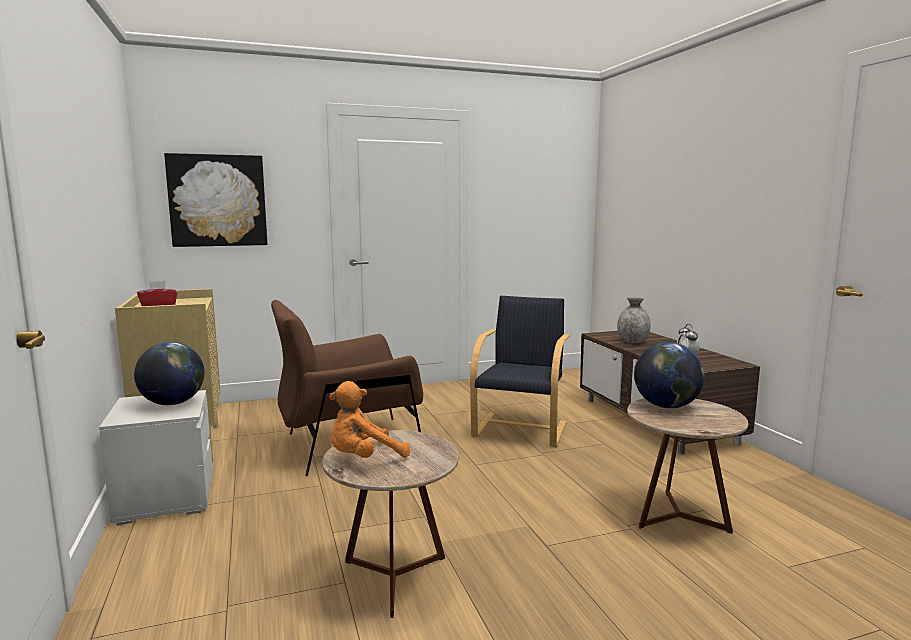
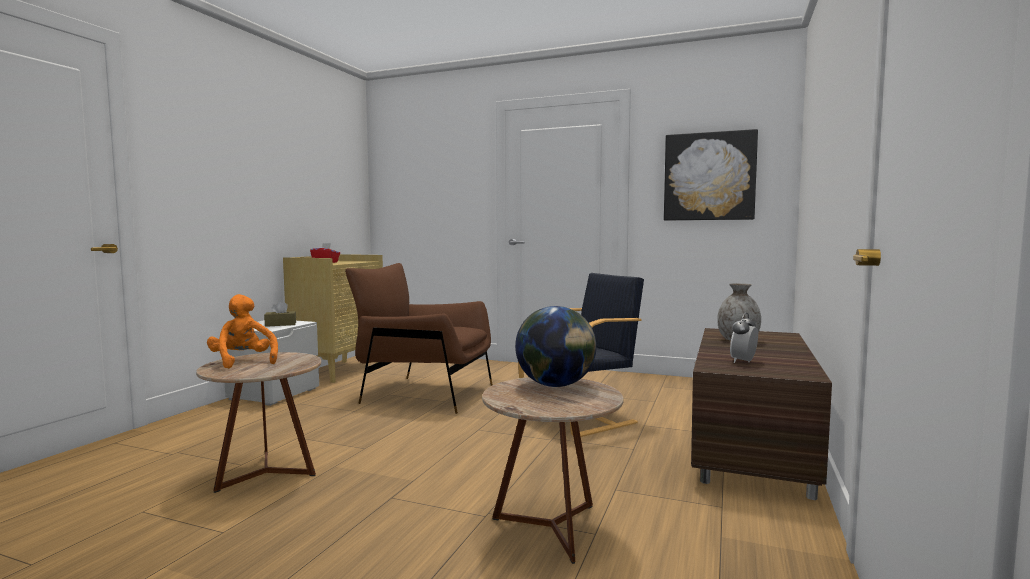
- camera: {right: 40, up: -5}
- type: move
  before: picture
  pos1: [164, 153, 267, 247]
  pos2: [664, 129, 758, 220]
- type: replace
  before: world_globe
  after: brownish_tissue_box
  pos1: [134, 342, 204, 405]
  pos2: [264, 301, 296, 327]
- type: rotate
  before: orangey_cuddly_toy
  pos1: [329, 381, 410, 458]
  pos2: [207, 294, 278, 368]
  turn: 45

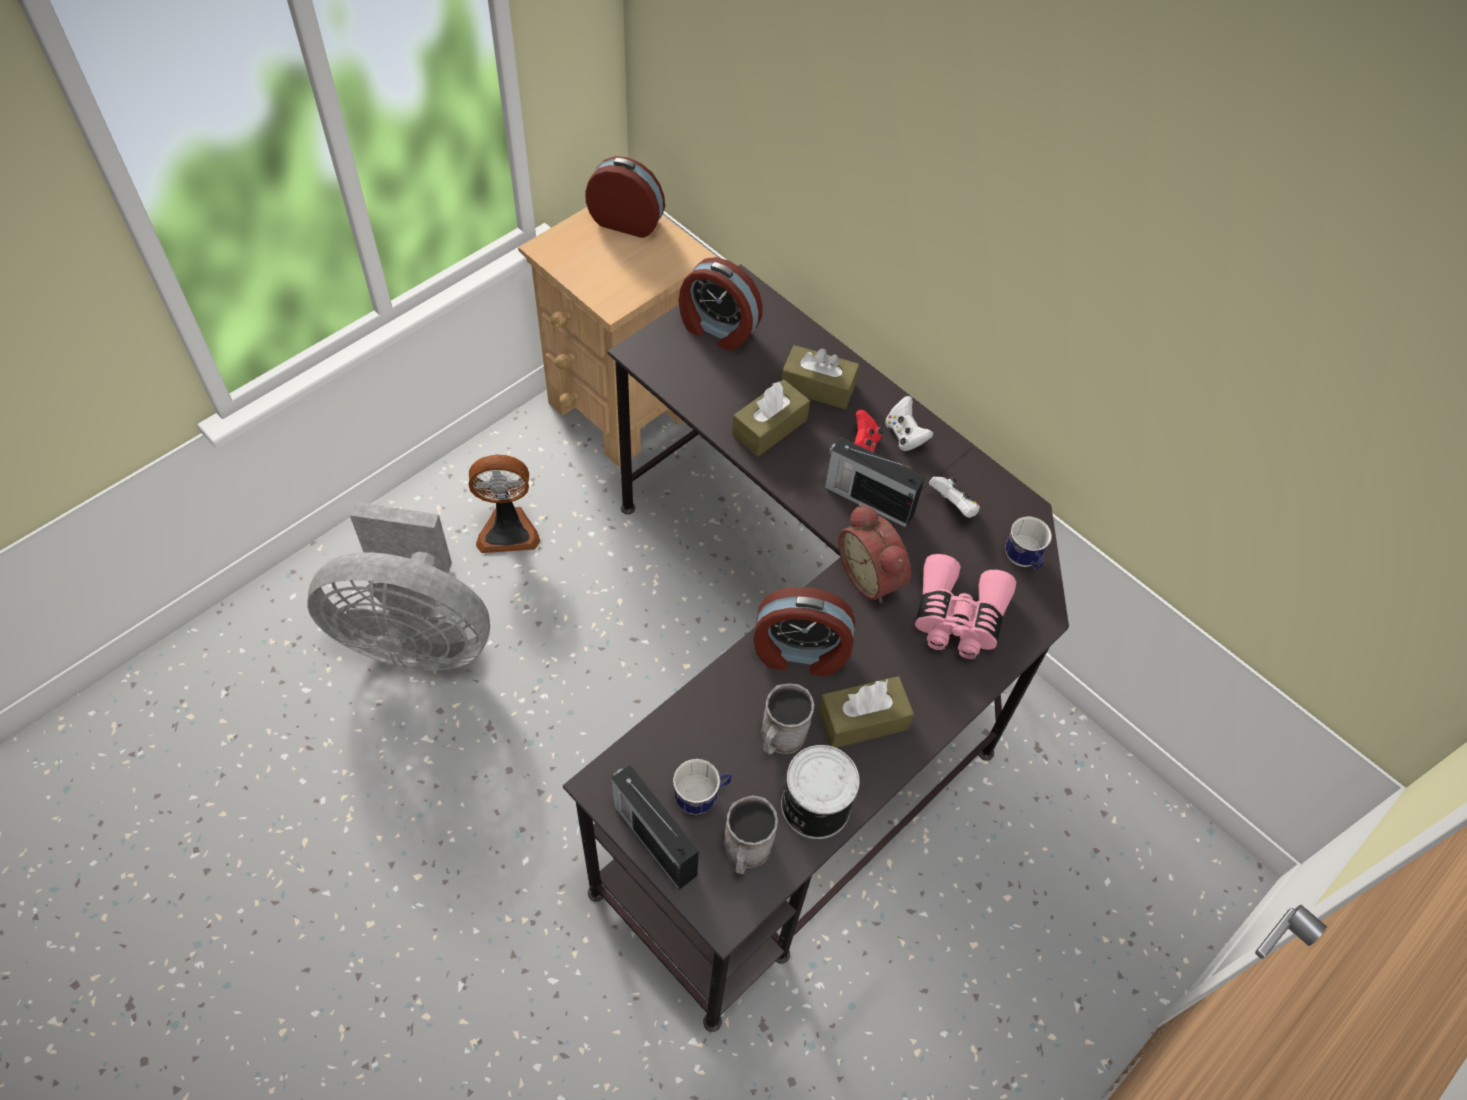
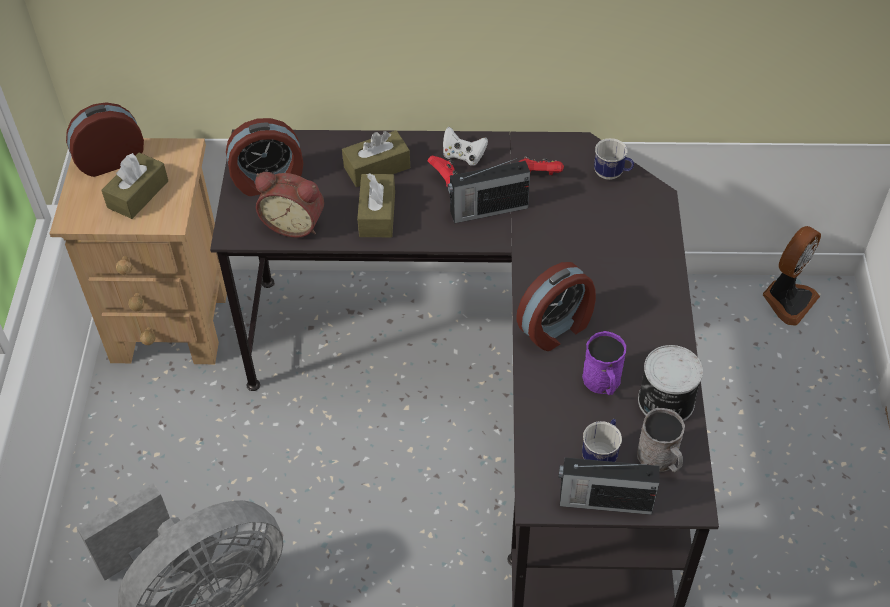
- camera: {right: -40, up: -5}
- type: delete
  before: pink_pair_of_binoculars
  pos1: [915, 554, 1016, 659]
- type: move
  before: cooling_fan
  pos1: [469, 454, 540, 553]
  pos2: [763, 226, 821, 326]
- type: move
  before: brownish_tissue_box
  pos1: [818, 676, 914, 748]
  pos2: [102, 153, 168, 219]
- type: move
  before: table_clock
  pos1: [838, 504, 911, 603]
  pos2: [255, 172, 324, 238]
- type: recolor
  before: grey_coffee_mug
  after: purple_coffee_mug
  pos1: [761, 683, 814, 754]
  pos2: [582, 331, 626, 395]
- type: recolor
  before: white-coloured_game_controller
  after: red-coloured_game_controller
  pos1: [929, 477, 980, 518]
  pos2: [519, 156, 564, 175]

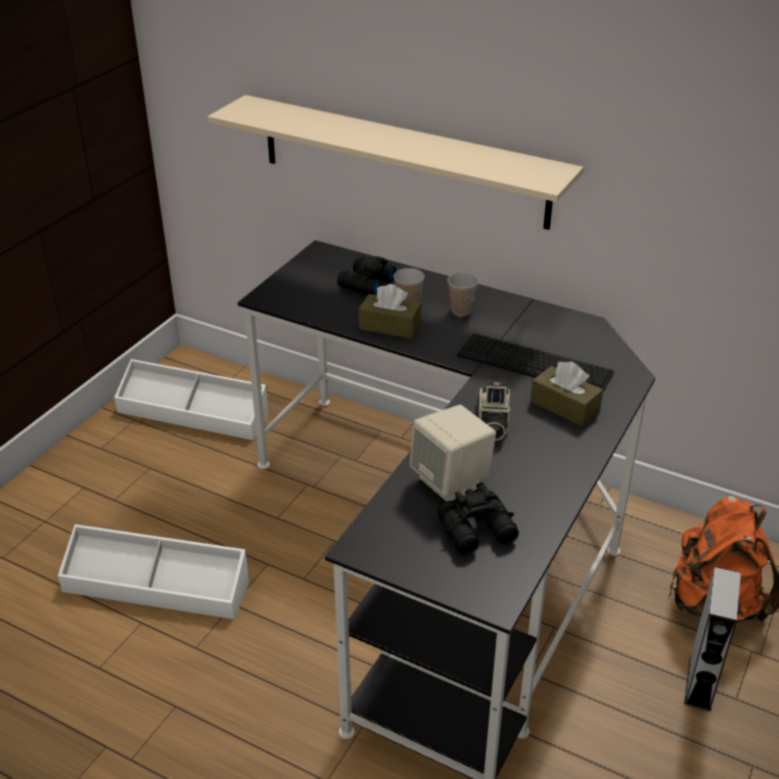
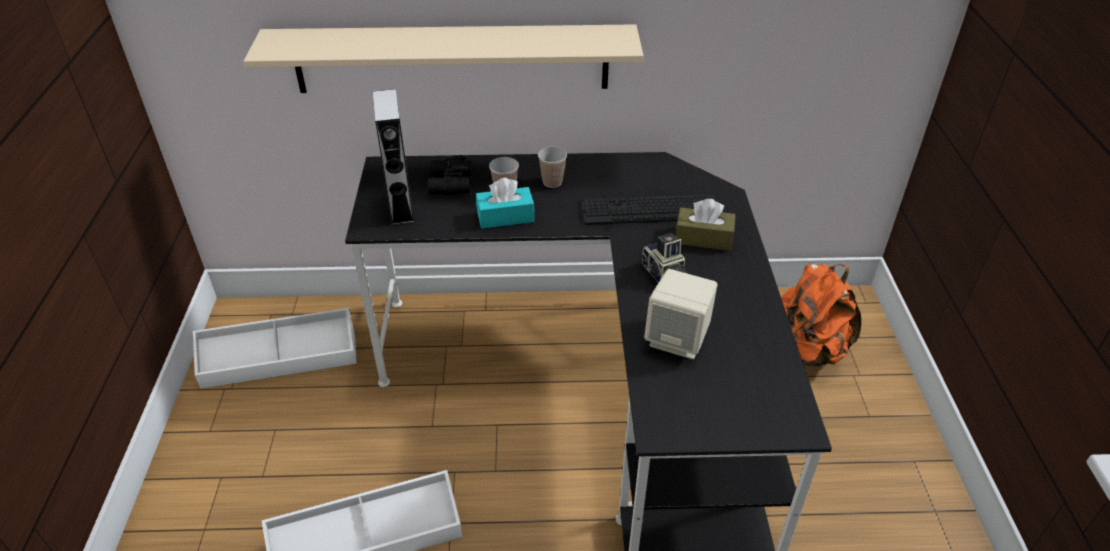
- camera: {right: -30, up: 5}
- type: delete
  before: blackish_pair_of_binoculars
  pos1: [437, 482, 519, 555]
- type: move
  before: grey_loudspeaker
  pos1: [684, 567, 741, 712]
  pos2: [373, 89, 415, 225]
- type: recolor
  before: brownish_tissue_box
  after: turquoise-coloured_tissue_box
  pos1: [359, 284, 421, 339]
  pos2: [476, 177, 534, 229]

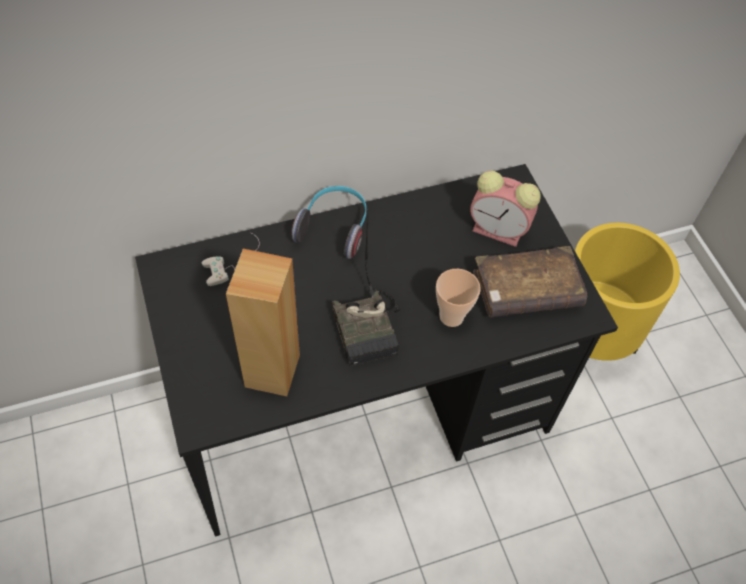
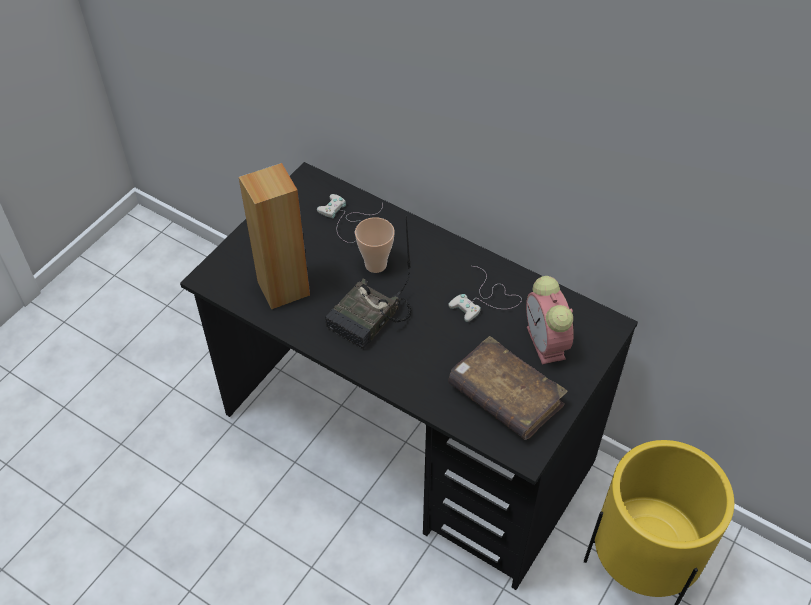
- camera: {right: 55, up: -5}
- type: delete
  before: headphones
  pos1: [291, 186, 366, 259]
- type: insert
  after: white-coloured_game_controller
  pos2: [448, 266, 522, 322]
- type: move
  before: cup
  pos1: [436, 269, 481, 327]
  pos2: [355, 217, 395, 273]

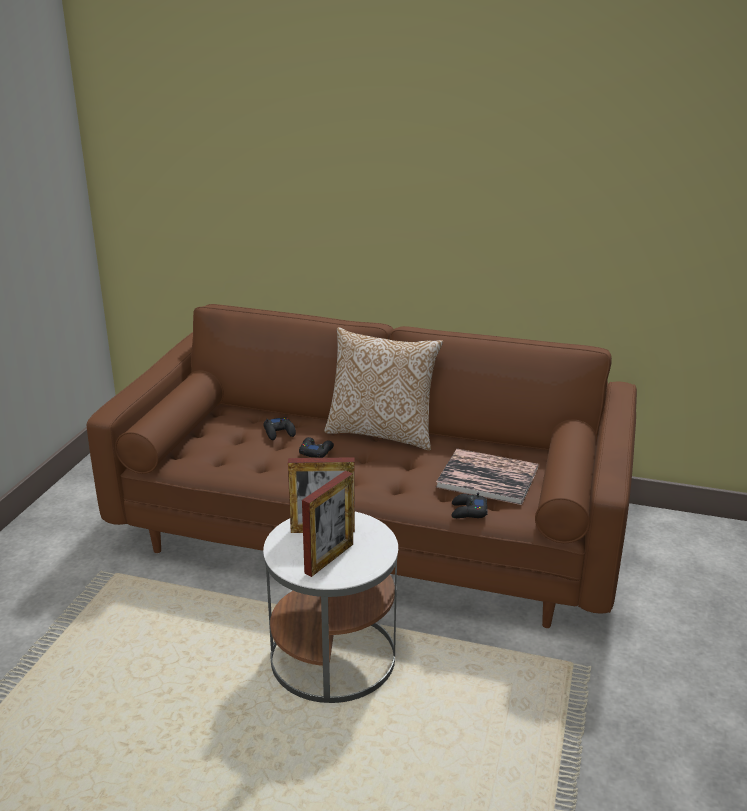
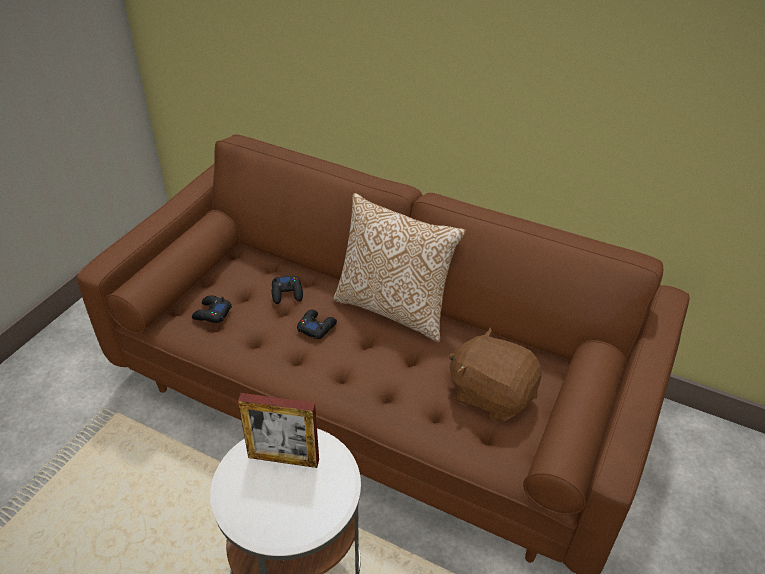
- camera: {right: 10, up: 15}
- type: delete
  before: photo_frame
  pos1: [302, 471, 353, 577]
- type: move
  before: blackish_game_controller
  pos1: [452, 492, 487, 518]
  pos2: [192, 295, 232, 323]
- type: replace
  before: bound_book
  after: brownish_cuddly_toy
  pos1: [436, 448, 538, 505]
  pos2: [449, 327, 542, 422]

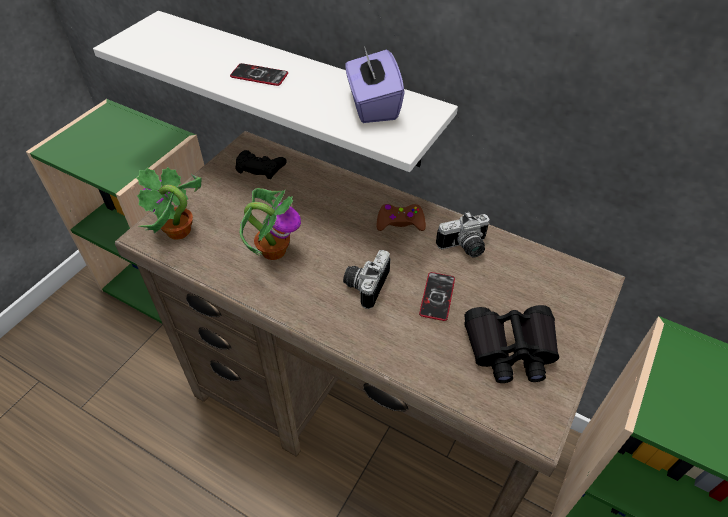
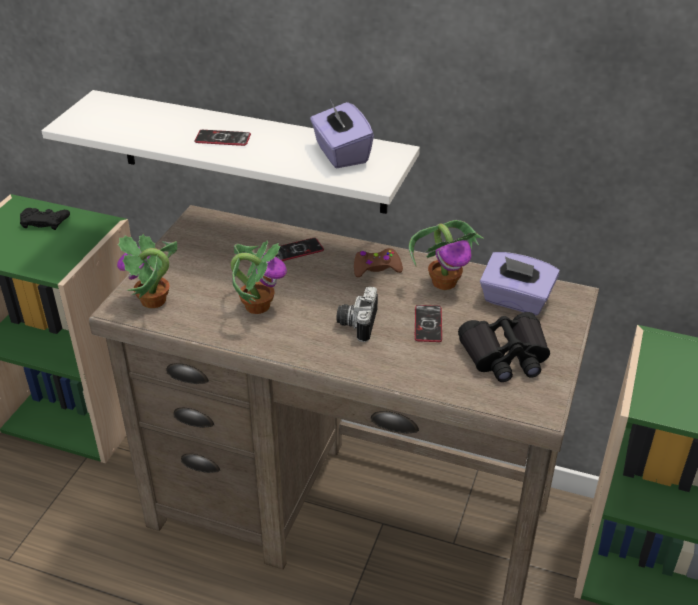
- camera: {right: -10, up: -10}
- type: insert
  after: telephone
  pos2: [276, 238, 324, 261]
- type: insert
  after: purple_tissue_box
  pos2: [480, 252, 560, 316]
- type: move
  before: blackish_game_controller
  pos1: [235, 150, 287, 179]
  pos2: [20, 208, 70, 230]
- type: replace
  before: still_camera
  after: potted_plant
  pos1: [436, 212, 490, 257]
  pos2: [409, 220, 484, 290]

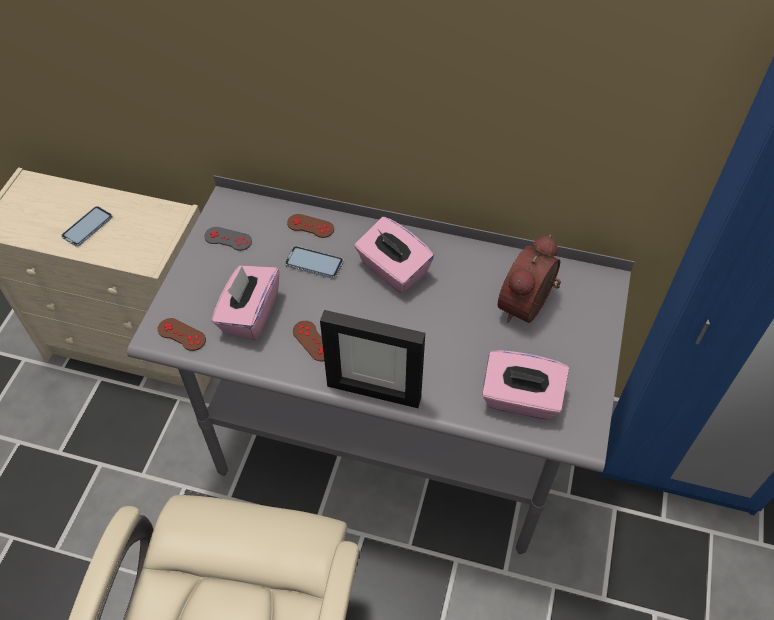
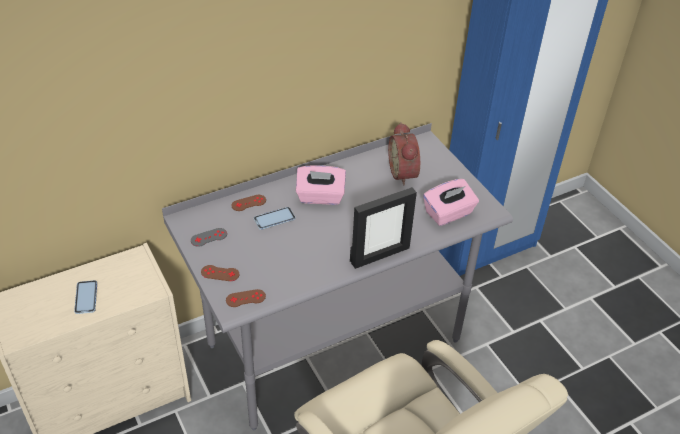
- camera: {right: -45, up: -10}
- type: delete
  before: pink_tissue_box
  pos1: [212, 266, 279, 341]
- type: move
  before: brownish_game_controller
  pos1: [293, 321, 324, 361]
  pos2: [201, 265, 240, 281]

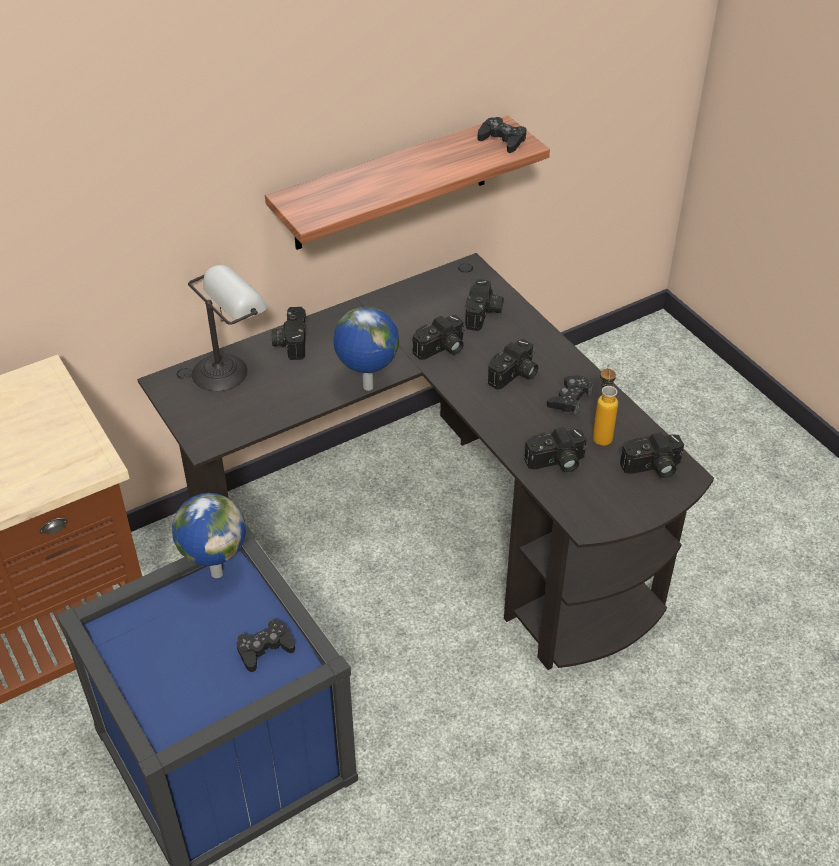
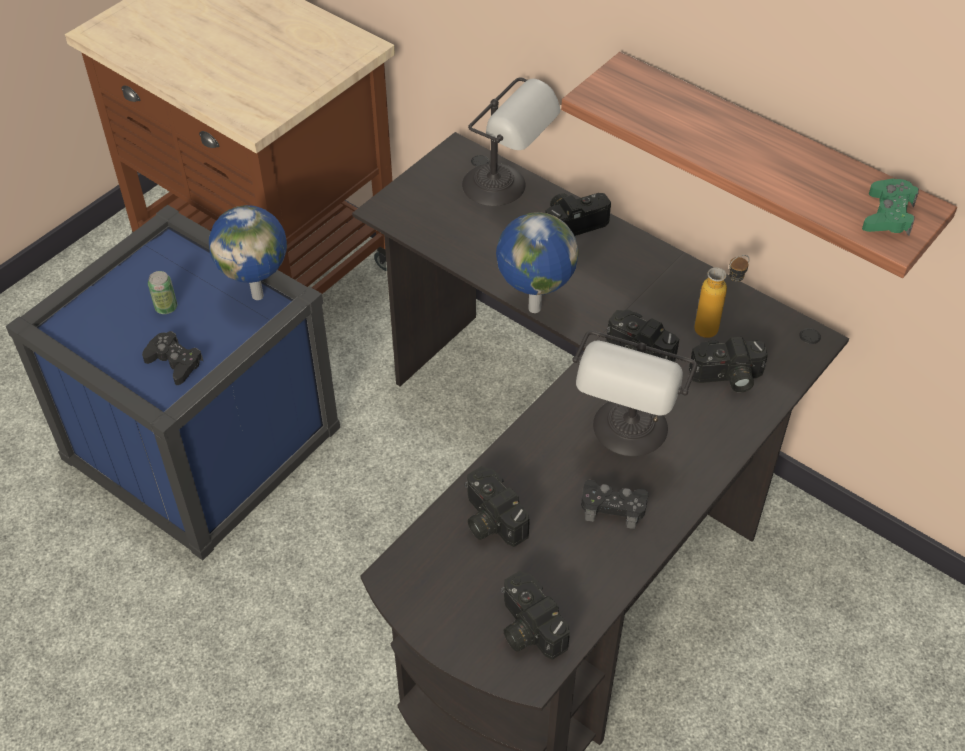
- camera: {right: 70, up: 5}
- type: insert
  after: sealed_can
  pos2: [148, 271, 177, 314]
- type: move
  before: drink_bottle
  pos1: [593, 364, 618, 446]
  pos2: [694, 255, 749, 338]
- type: replace
  before: still_camera
  after: table_lamp
  pos1: [488, 339, 538, 390]
  pos2: [572, 330, 697, 456]
- type: recolor
  before: blackish_game_controller
  after: green_game_controller
  pos1: [477, 117, 527, 153]
  pos2: [862, 178, 919, 236]

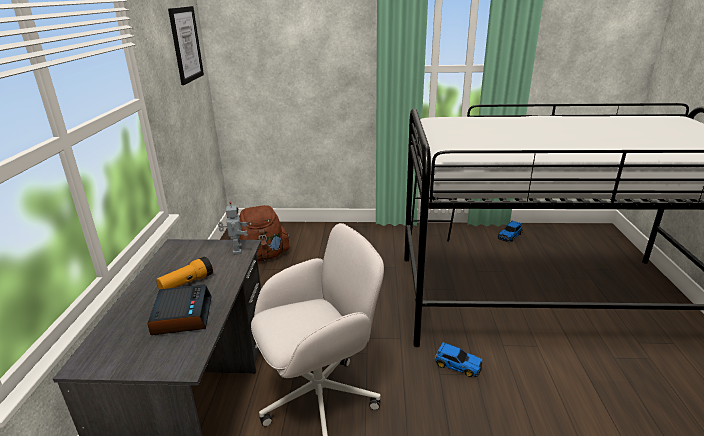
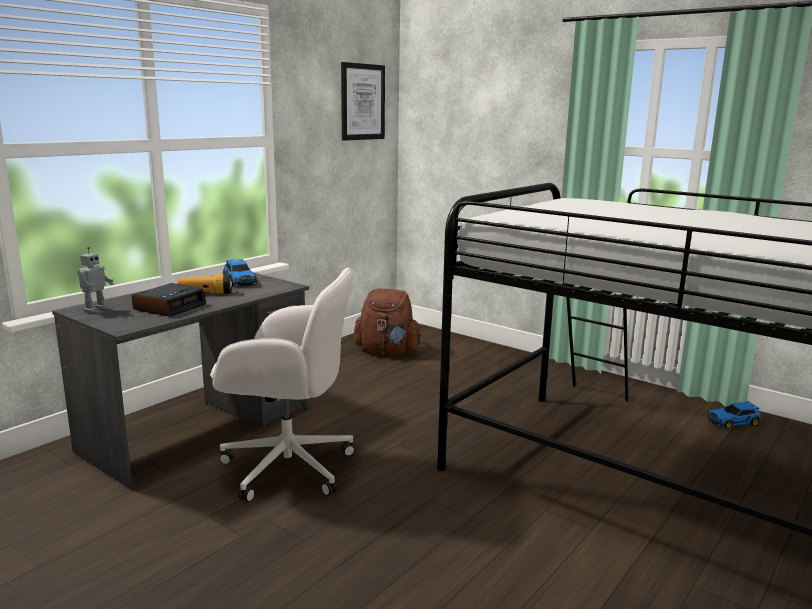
- camera: {right: 35, up: -10}
- type: move
  before: model_robot
  pos1: [218, 202, 248, 255]
  pos2: [77, 247, 114, 313]
- type: move
  before: model_car
  pos1: [435, 342, 483, 377]
  pos2: [223, 259, 257, 287]

